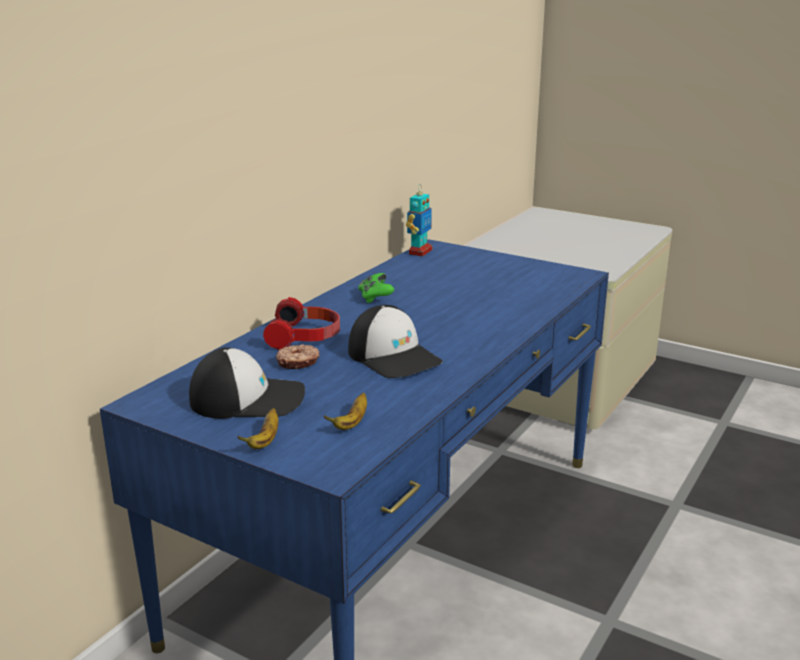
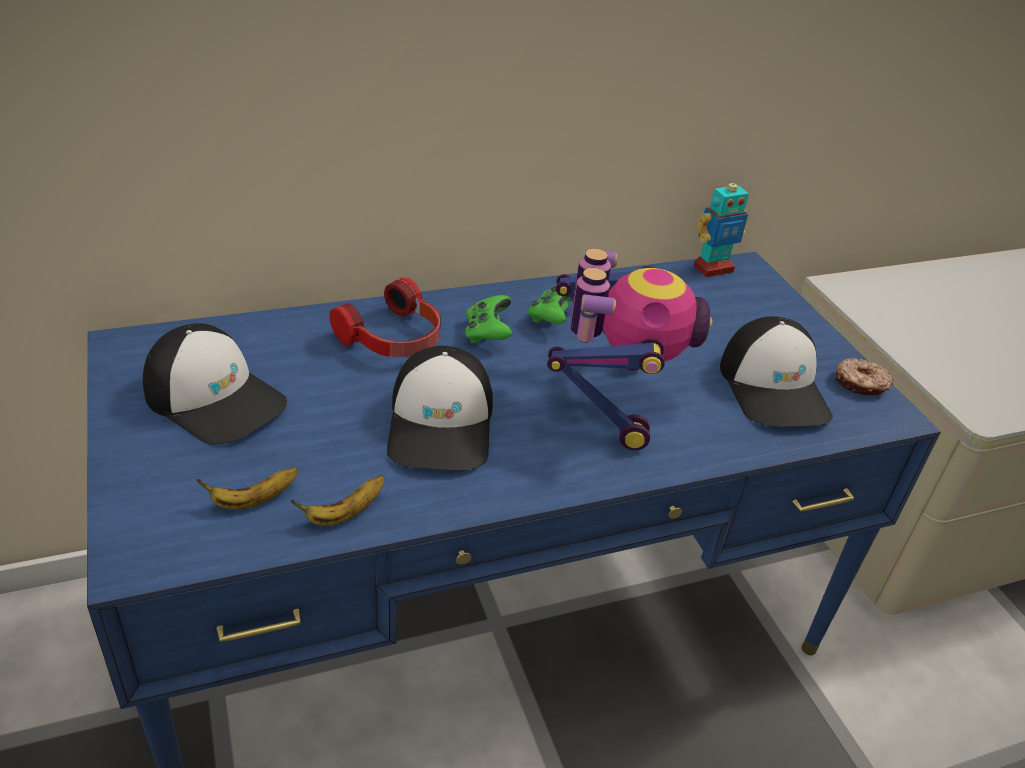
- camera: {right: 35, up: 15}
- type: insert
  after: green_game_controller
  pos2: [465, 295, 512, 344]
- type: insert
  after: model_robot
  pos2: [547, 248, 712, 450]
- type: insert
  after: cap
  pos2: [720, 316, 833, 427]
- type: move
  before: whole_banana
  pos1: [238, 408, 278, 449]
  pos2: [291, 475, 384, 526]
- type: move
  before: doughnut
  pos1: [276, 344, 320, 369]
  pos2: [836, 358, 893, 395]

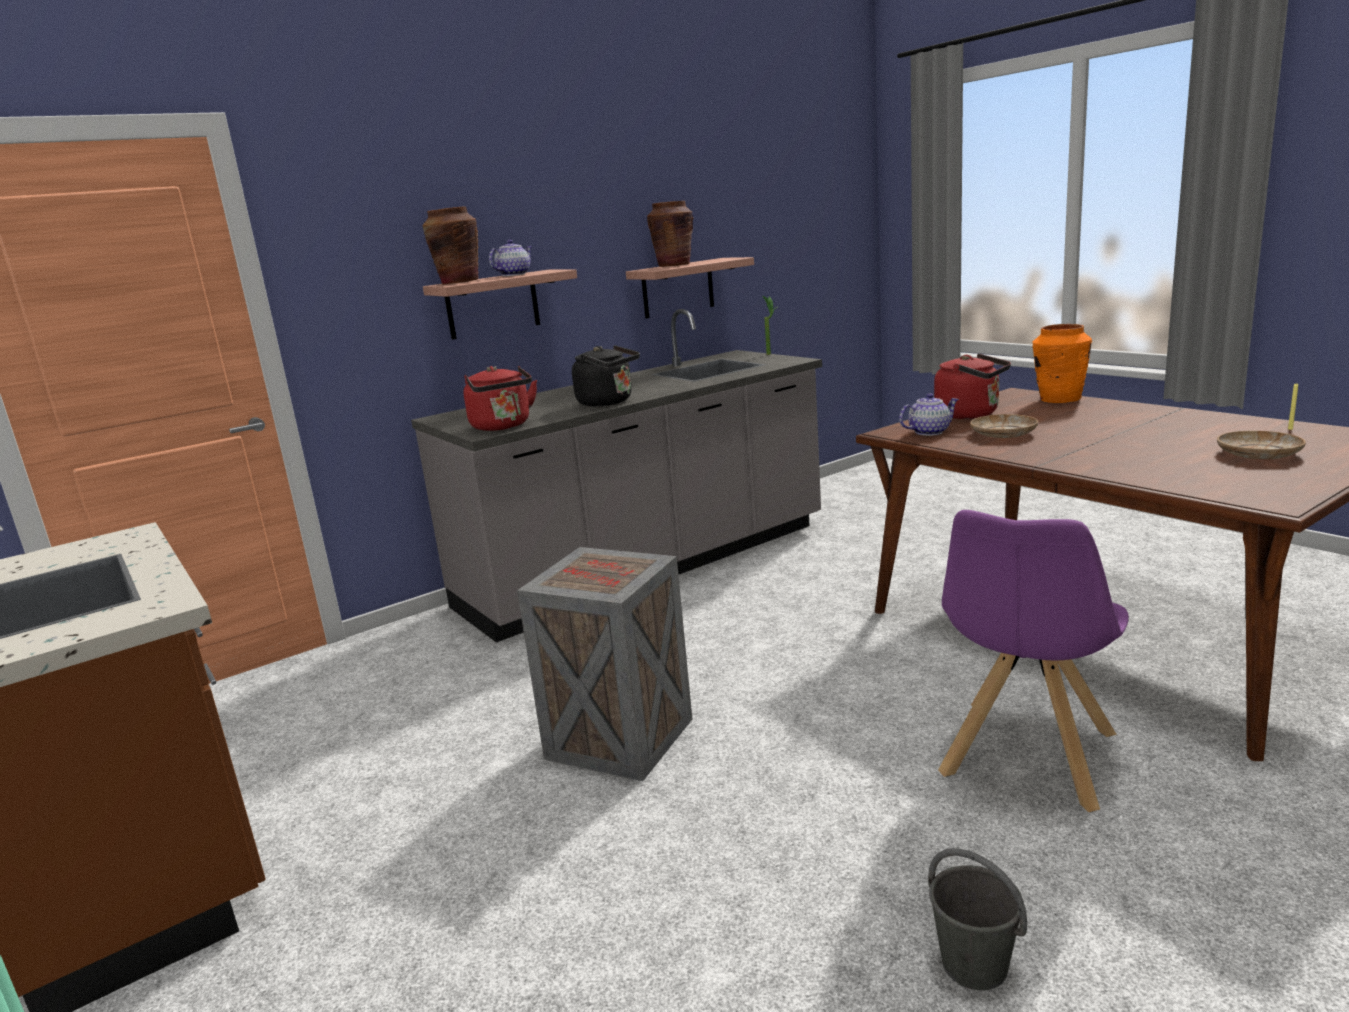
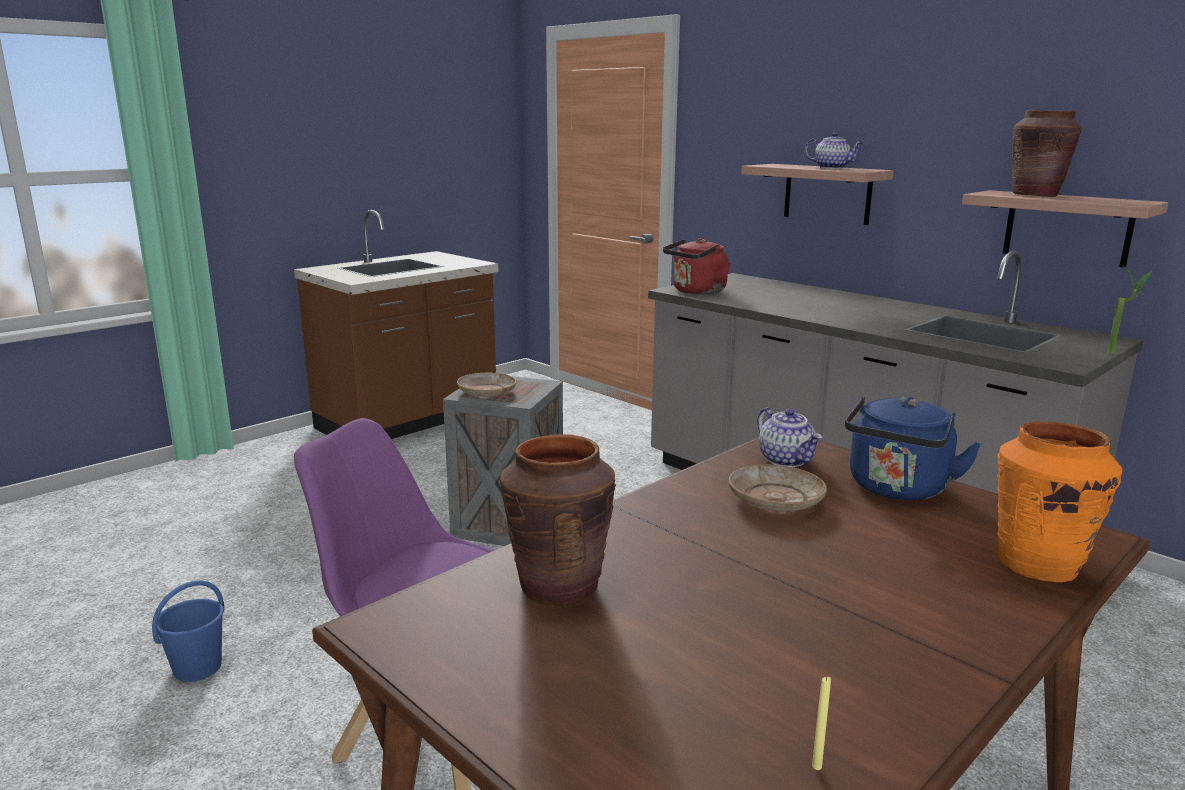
- camera: {right: 80, up: 0}
- type: delete
  before: blackish_water_kettle
  pos1: [572, 345, 640, 406]
- type: move
  before: brownish_decorative_vase
  pos1: [422, 206, 478, 284]
  pos2: [500, 434, 616, 606]
- type: move
  before: beige_flat_dish
  pos1: [1217, 431, 1306, 459]
  pos2: [457, 373, 516, 397]
- type: recolor
  before: grey_bucket
  after: blue-coloured_bucket
  pos1: [928, 848, 1027, 990]
  pos2: [152, 580, 225, 682]
- type: recolor
  before: red-coloured_water_kettle
  after: blue-coloured_water_kettle
  pos1: [934, 354, 1011, 419]
  pos2: [845, 396, 981, 500]

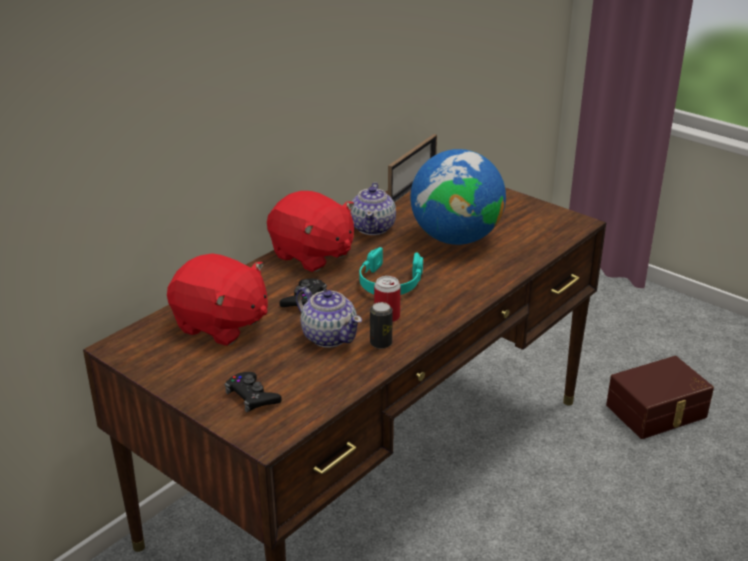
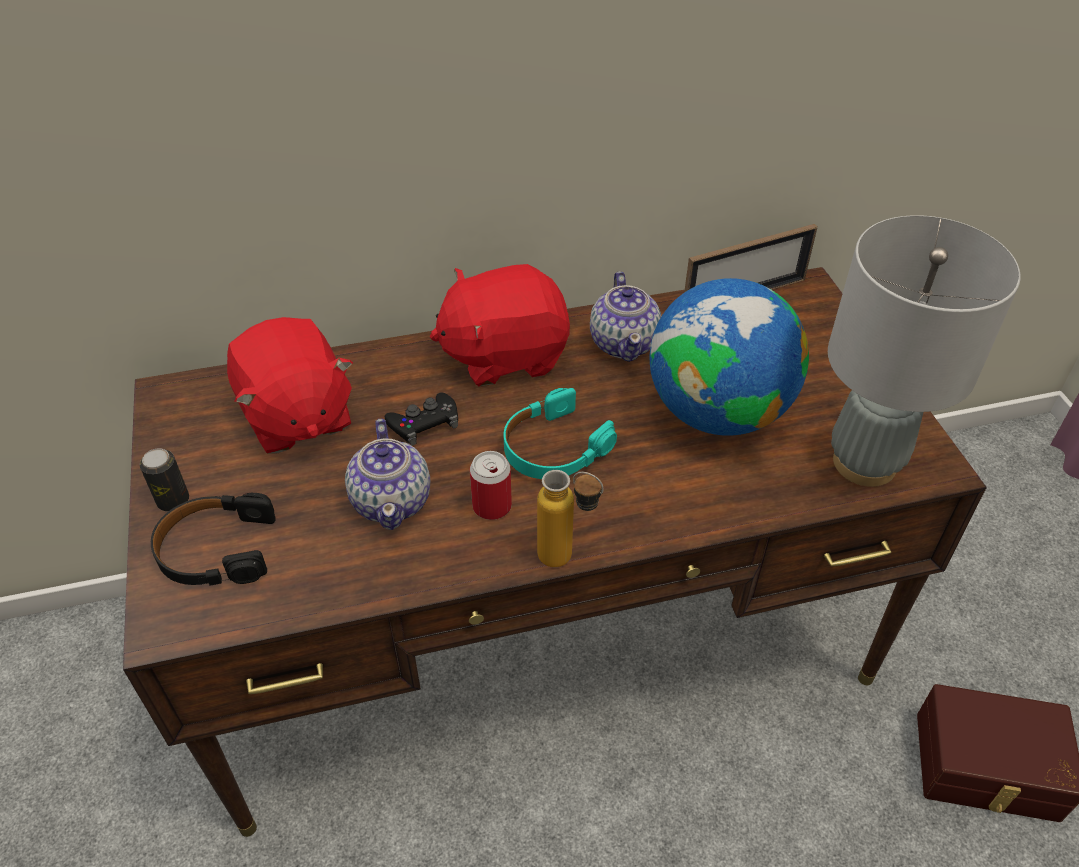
- camera: {right: 35, up: 15}
- type: insert
  after: drink_bottle
  pos2: [537, 470, 604, 567]
- type: insert
  after: grey_table_lamp
  pos2: [828, 215, 1021, 487]
- type: move
  before: sealed_can
  pos1: [370, 302, 393, 349]
  pos2: [140, 448, 189, 511]
- type: replace
  before: blackish_game_controller
  after: blackish_headphones
  pos1: [224, 372, 282, 412]
  pos2: [151, 493, 276, 586]
- type: rotate
  before: red-coloured_cuddly_toy
  pos1: [267, 191, 354, 272]
  pos2: [430, 264, 570, 386]
  turn: 90
- type: rotate
  before: tea_pot
  pos1: [350, 182, 396, 235]
  pos2: [590, 271, 661, 362]
  turn: -45

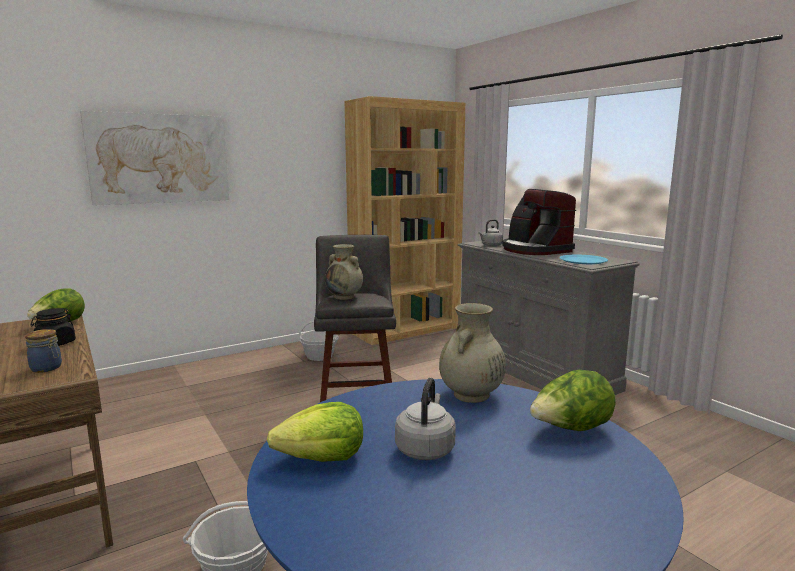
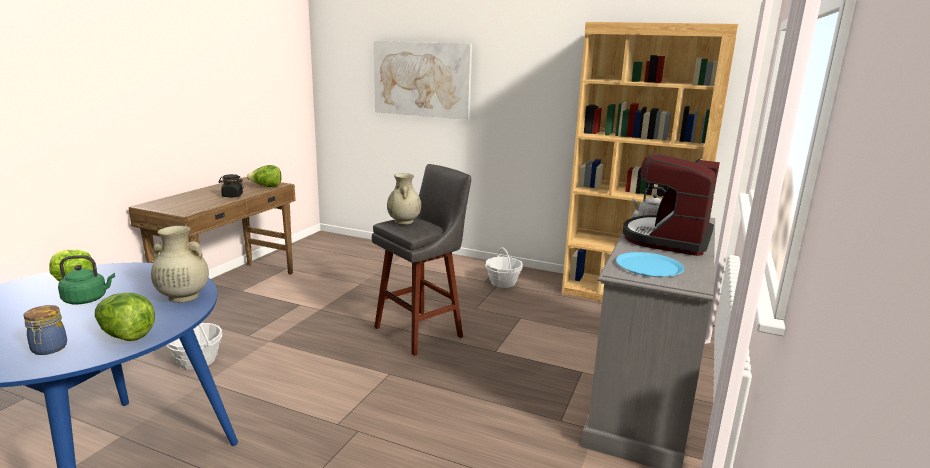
- camera: {right: 55, up: 5}
- type: move
  before: storage_jar
  pos1: [25, 329, 62, 373]
  pos2: [23, 305, 67, 355]
- type: recolor
  before: grey_water_kettle
  after: green_water_kettle
  pos1: [395, 378, 456, 460]
  pos2: [58, 255, 115, 305]

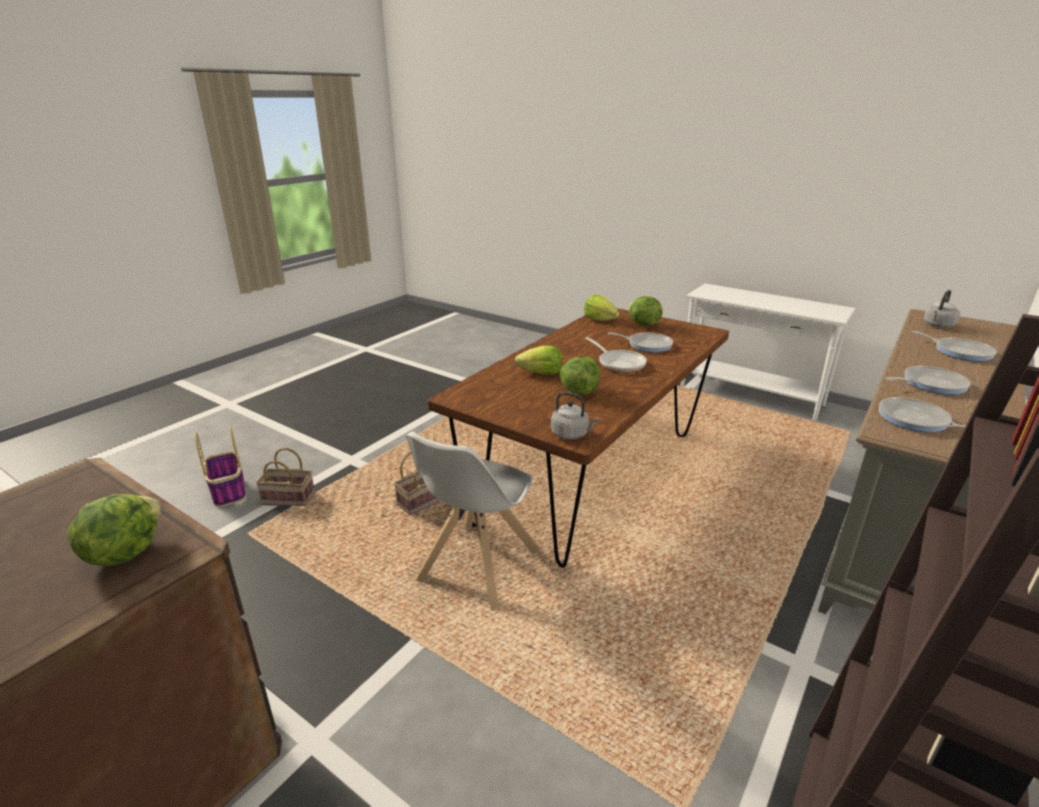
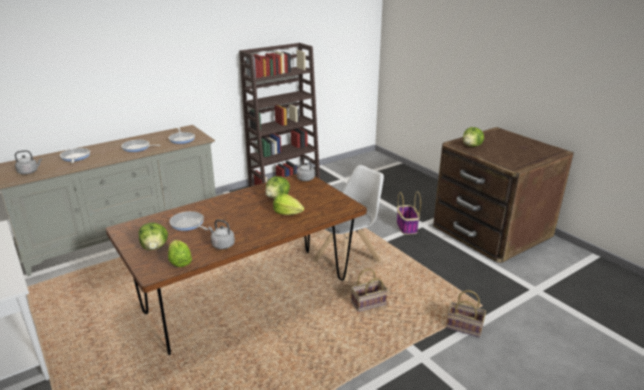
- camera: {right: -160, up: 0}
- type: delete
  before: skillet
  pos1: [585, 337, 647, 372]
- type: insert
  after: grey_water_kettle
  pos2: [208, 219, 235, 249]
- type: move
  before: household_basket
  pos1: [195, 426, 246, 507]
  pos2: [397, 191, 421, 235]

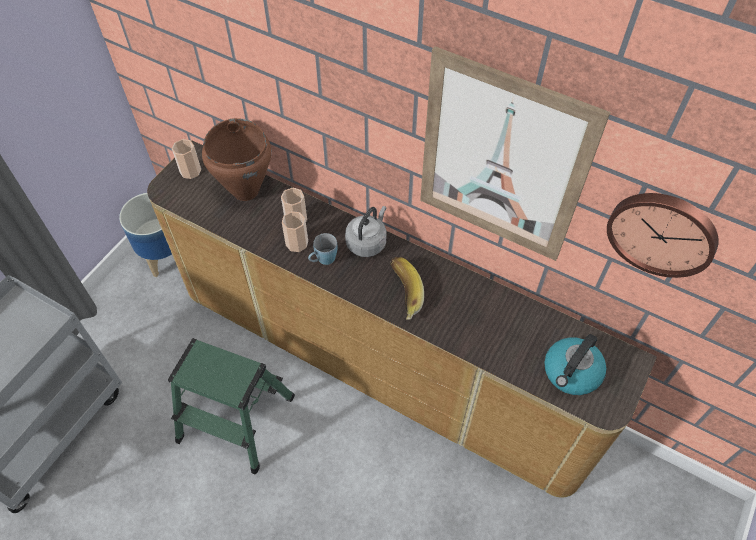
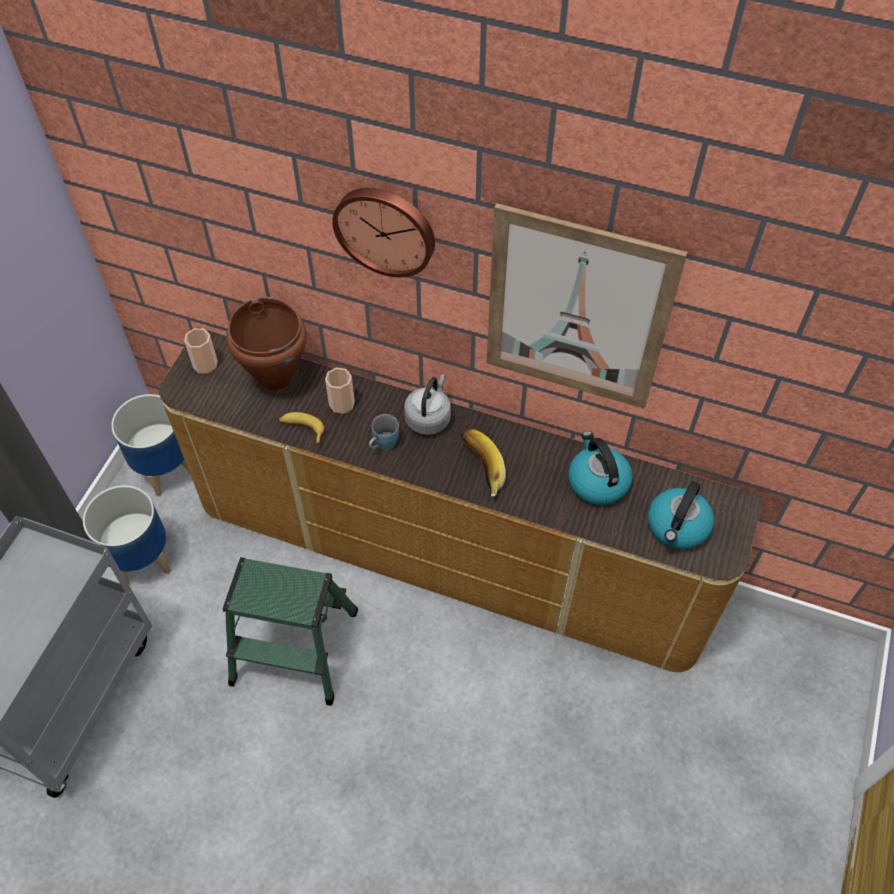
- camera: {right: -10, up: 0}
- type: delete
  before: cup
  pos1: [282, 211, 308, 252]
- type: insert
  after: flower_pot
  pos2: [83, 485, 171, 584]
- type: insert
  after: whole_banana
  pos2: [279, 412, 324, 445]
- type: insert
  after: water_kettle
  pos2: [568, 431, 632, 505]
- type: move
  before: clock_on_the_wall
  pos1: [607, 193, 719, 278]
  pos2: [332, 188, 435, 277]

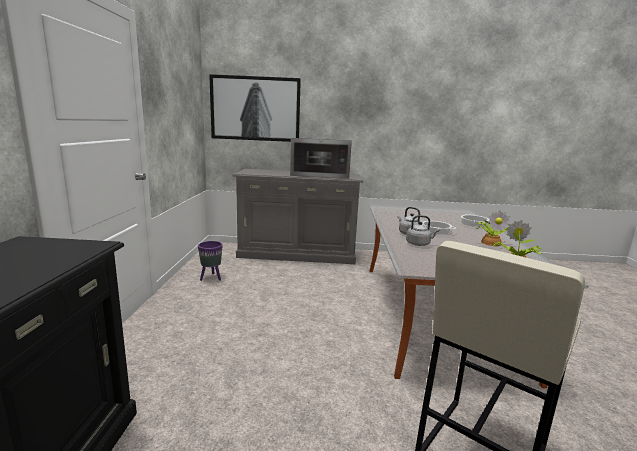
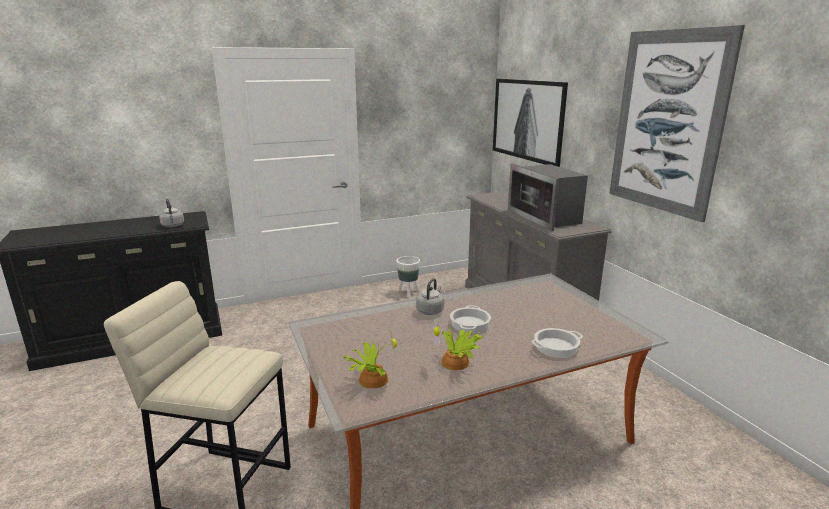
- camera: {right: 65, up: 5}
- type: insert
  after: picture
  pos2: [609, 25, 745, 223]
- type: move
  before: grey_water_kettle
  pos1: [406, 215, 439, 246]
  pos2: [159, 199, 184, 227]
- type: recolor
  before: purple_flower_pot
  after: white-coloured_flower_pot
  pos1: [198, 241, 223, 281]
  pos2: [396, 256, 420, 298]

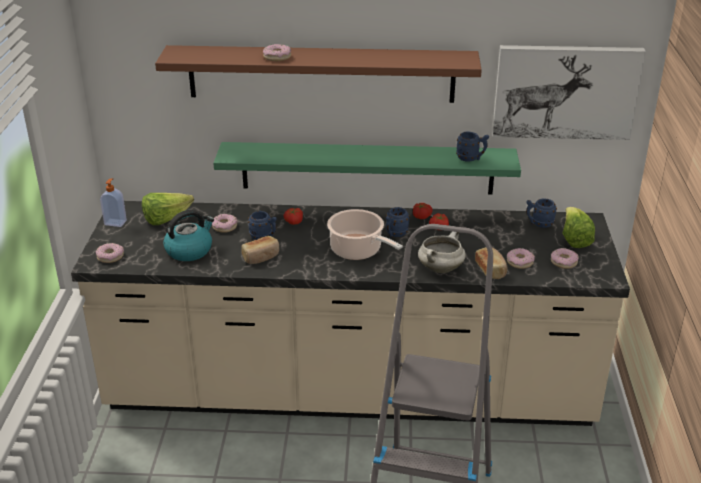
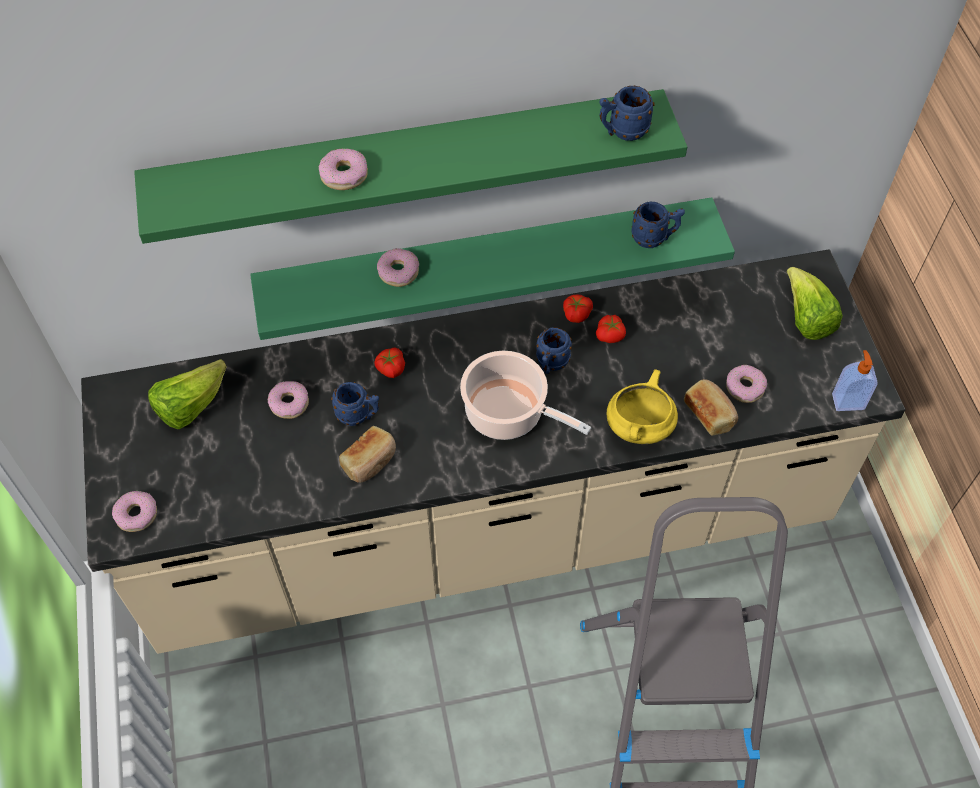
- camera: {right: -15, up: 25}
- type: delete
  before: water_kettle
  pos1: [163, 210, 214, 261]
- type: delete
  before: picture
  pos1: [492, 45, 646, 140]
- type: move
  before: soap_bottle
  pos1: [100, 178, 127, 227]
  pos2: [832, 350, 878, 411]
- type: move
  before: blue-coloured_coffee_mug
  pos1: [526, 198, 557, 228]
  pos2: [599, 86, 655, 141]
- type: move
  before: doughnut
  pos1: [551, 248, 579, 269]
  pos2: [377, 248, 419, 287]
- type: recolor
  before: brownish_wall_shelf
  after: green_wall_shelf
  pos1: [155, 45, 482, 103]
  pos2: [134, 89, 687, 244]
- type: recolor
  before: white-coloured_saucepot
  after: yellow-coloured_saucepot
  pos1: [418, 231, 466, 273]
  pos2: [607, 369, 678, 444]

